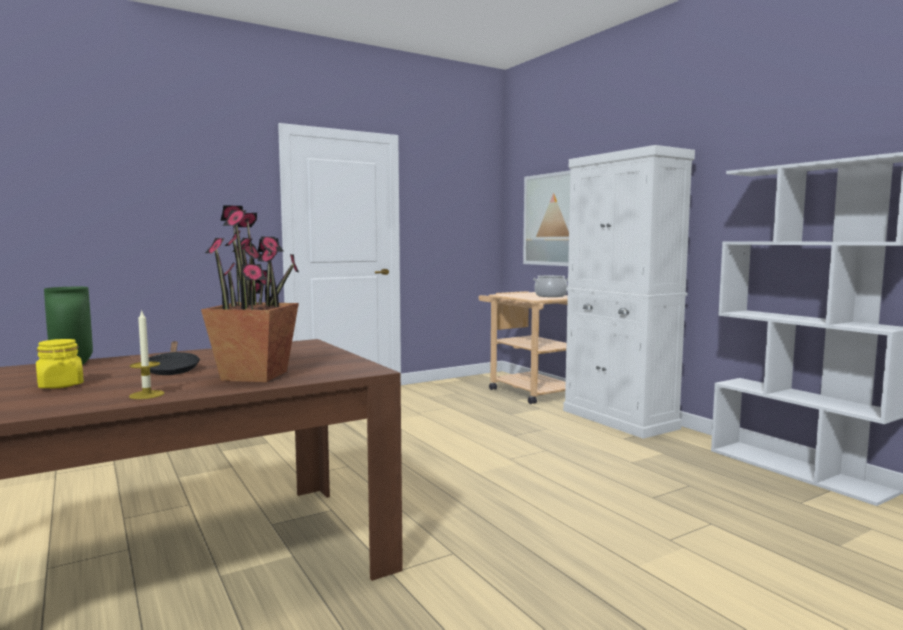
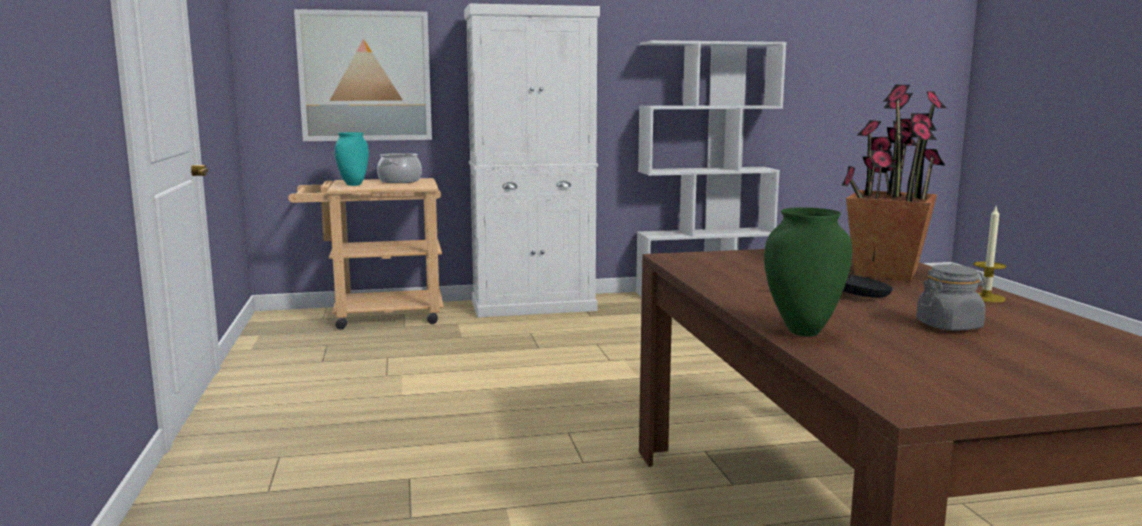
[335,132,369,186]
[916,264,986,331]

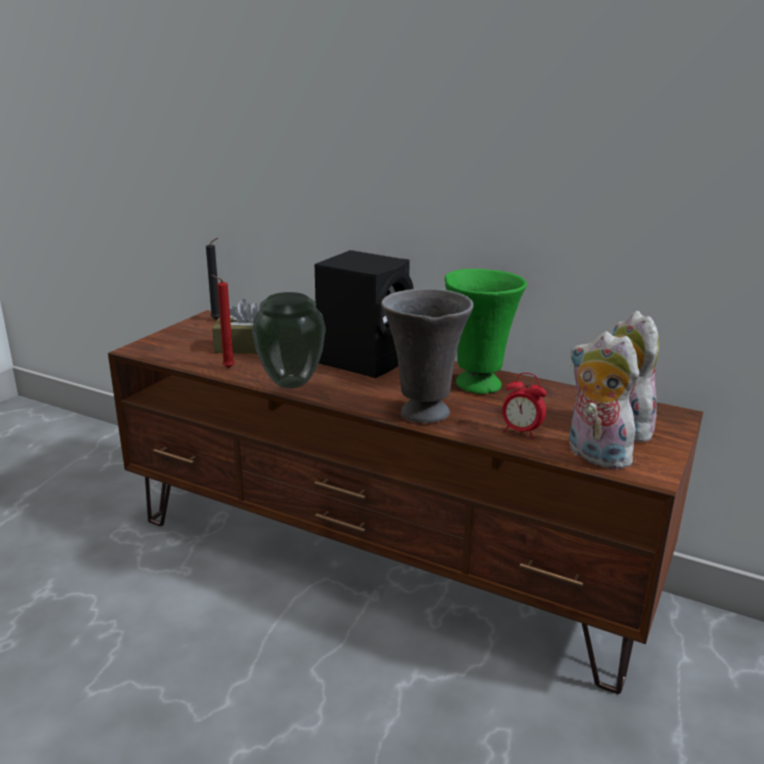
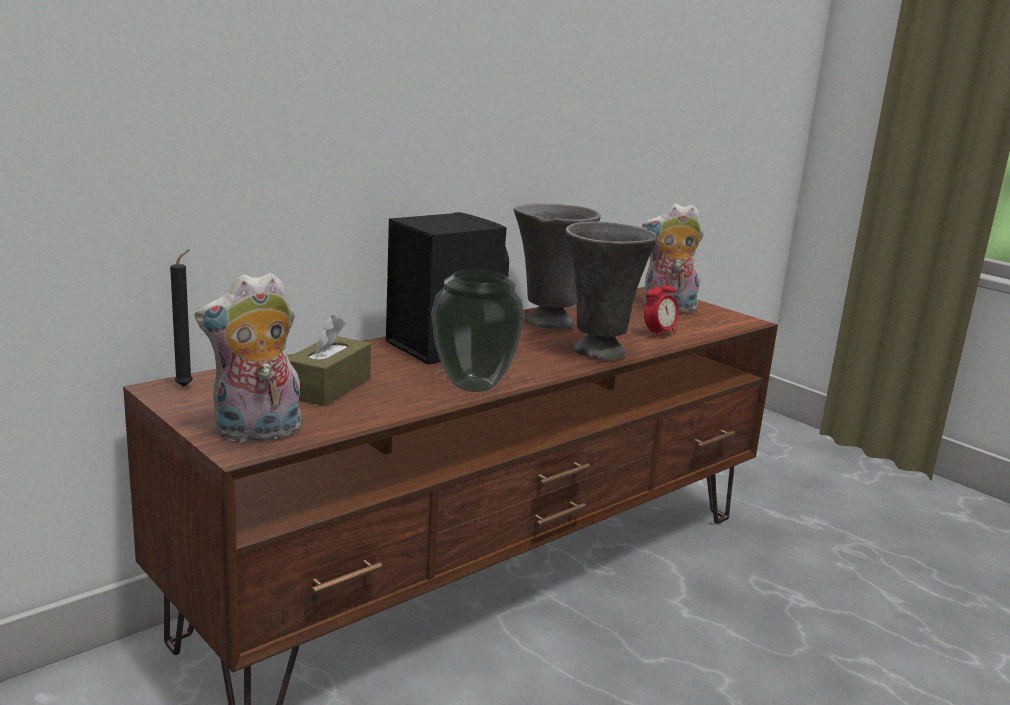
[195,272,301,443]
[514,203,601,329]
[211,275,235,368] (first image)

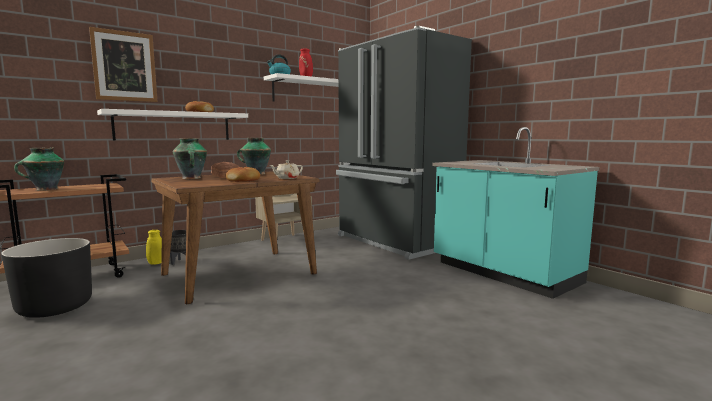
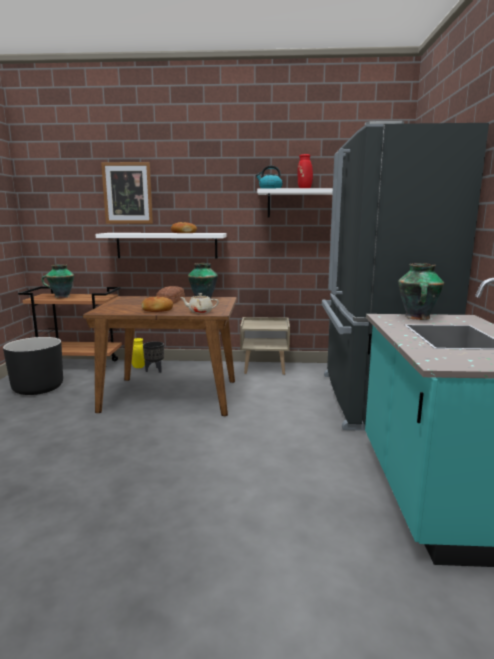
[398,263,444,320]

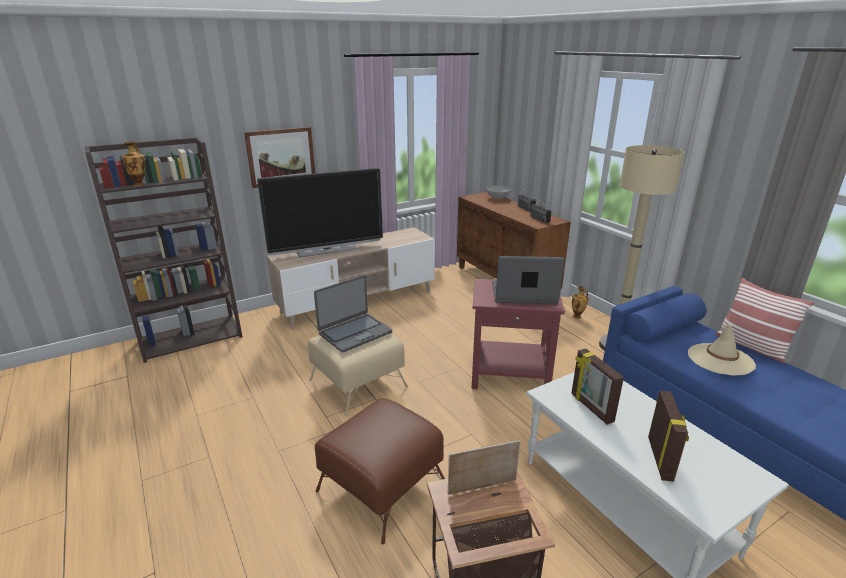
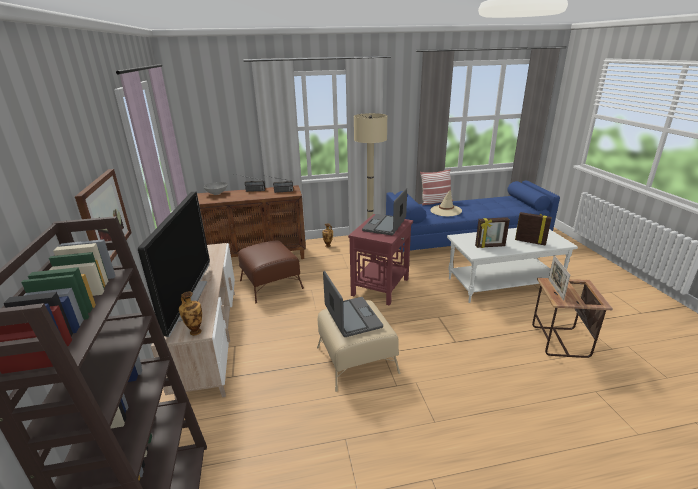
[179,291,202,335]
[238,241,304,304]

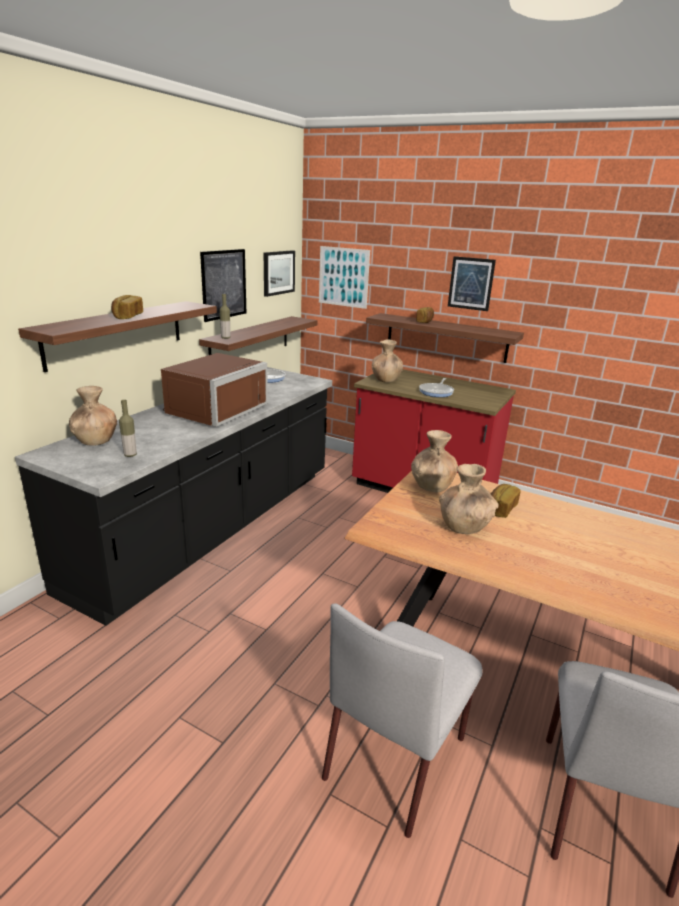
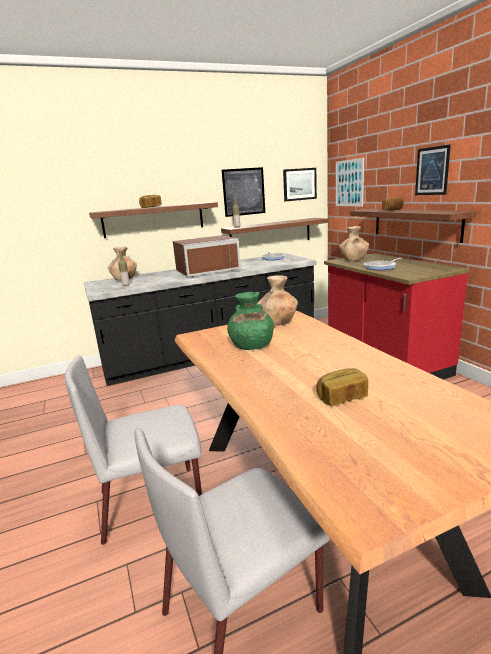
[227,292,274,350]
[316,368,368,406]

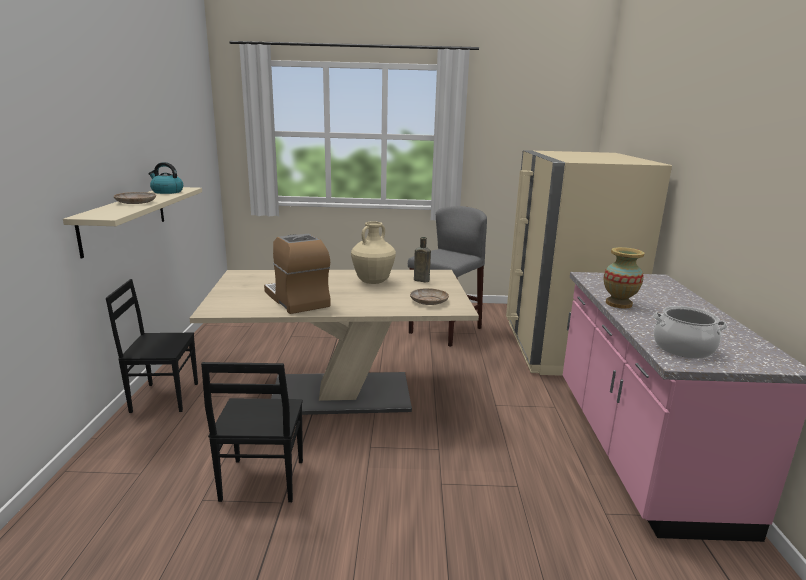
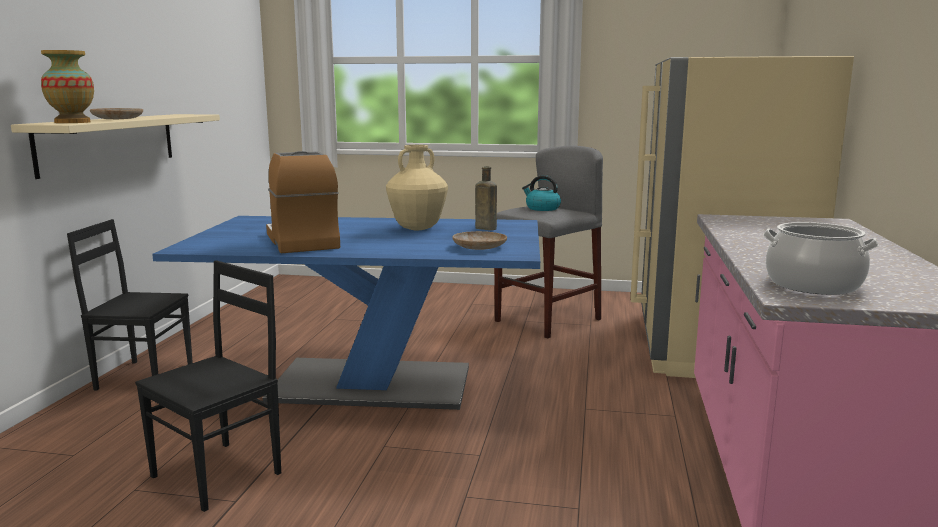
[41,50,94,123]
[135,260,281,512]
[152,216,540,410]
[522,175,561,211]

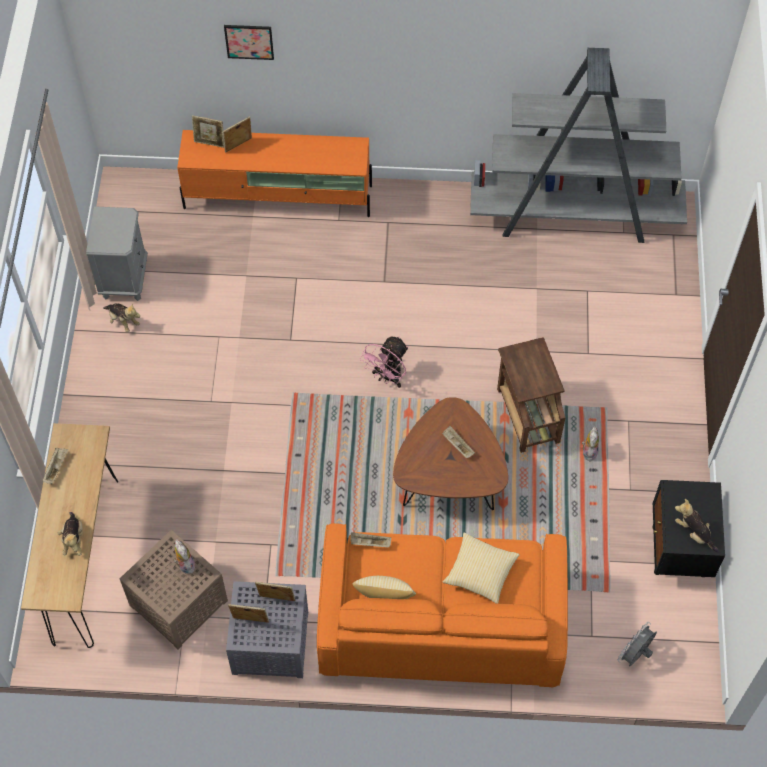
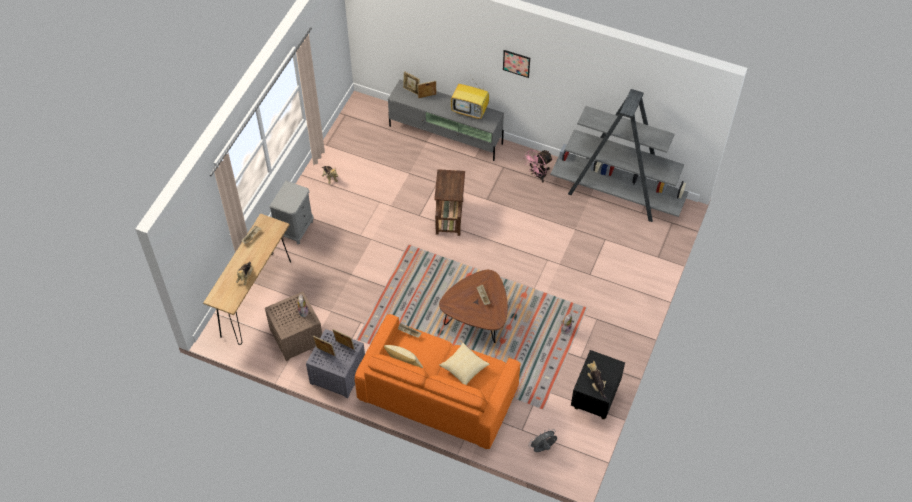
[270,181,314,245]
[388,80,504,161]
[434,169,465,236]
[451,77,489,119]
[503,50,530,78]
[523,150,553,182]

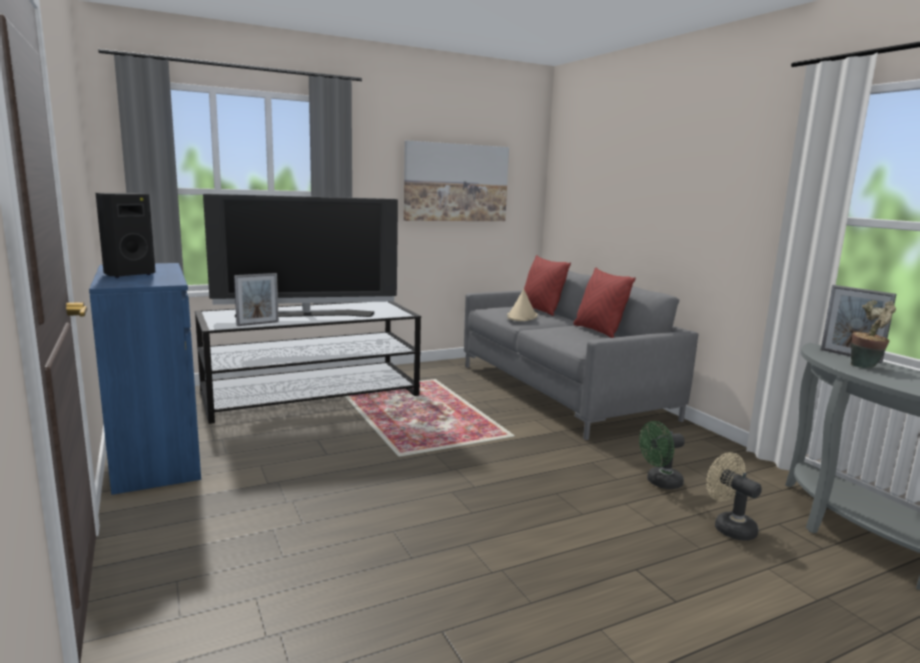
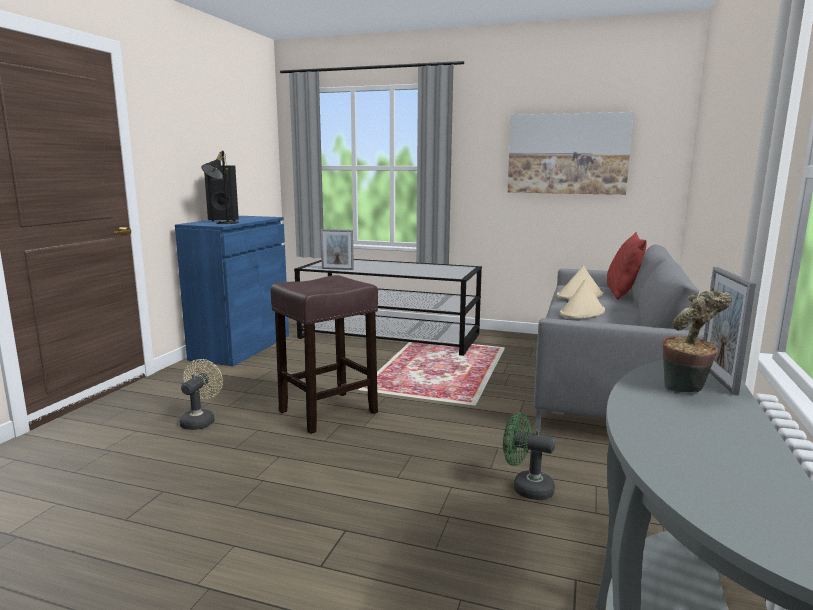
[180,359,223,430]
[201,151,239,224]
[270,275,378,434]
[560,279,605,318]
[203,194,398,317] (first image)
[573,268,636,338] (first image)

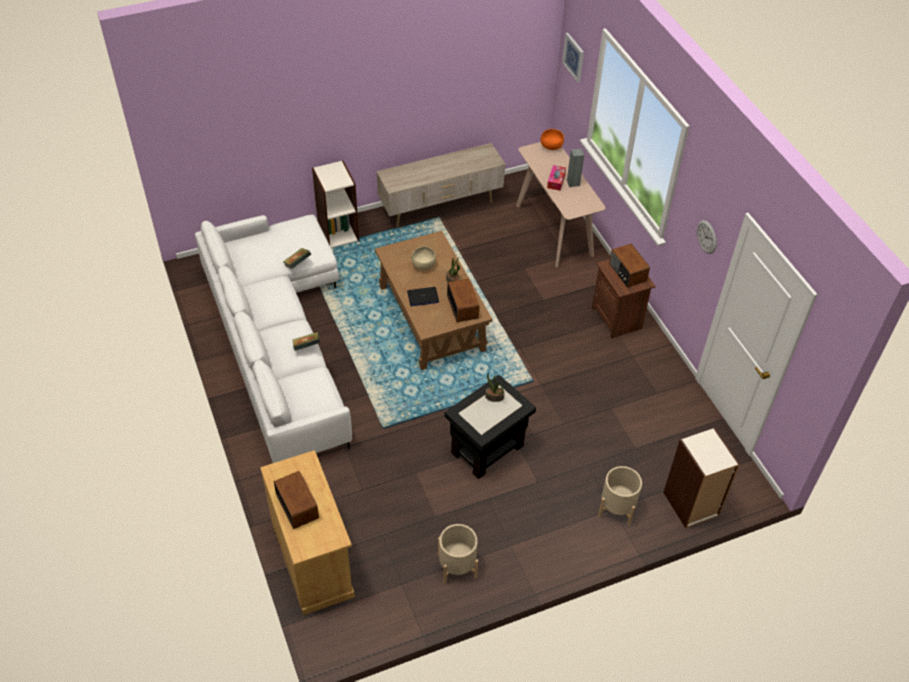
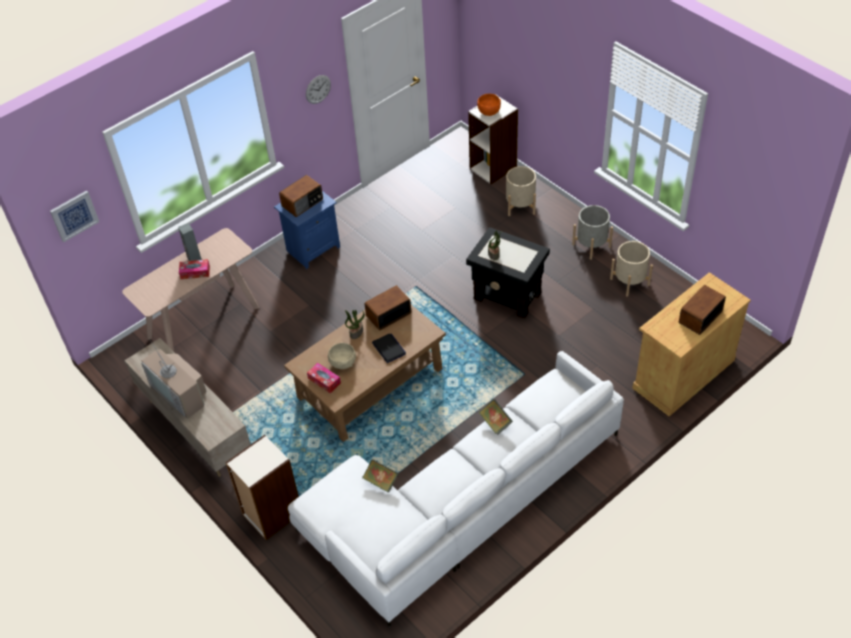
[141,342,207,419]
[274,191,340,269]
[307,363,341,393]
[477,94,501,116]
[572,205,613,260]

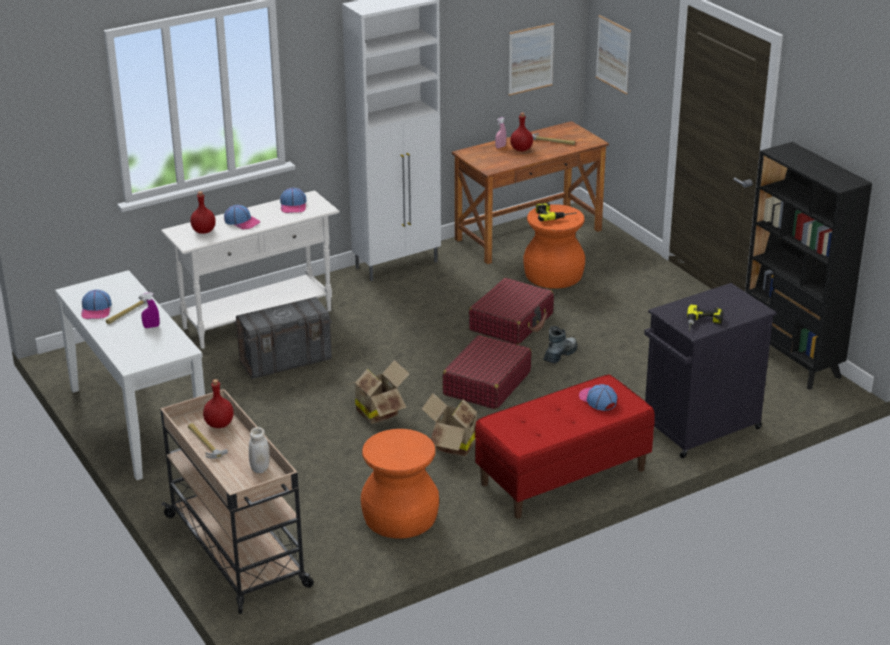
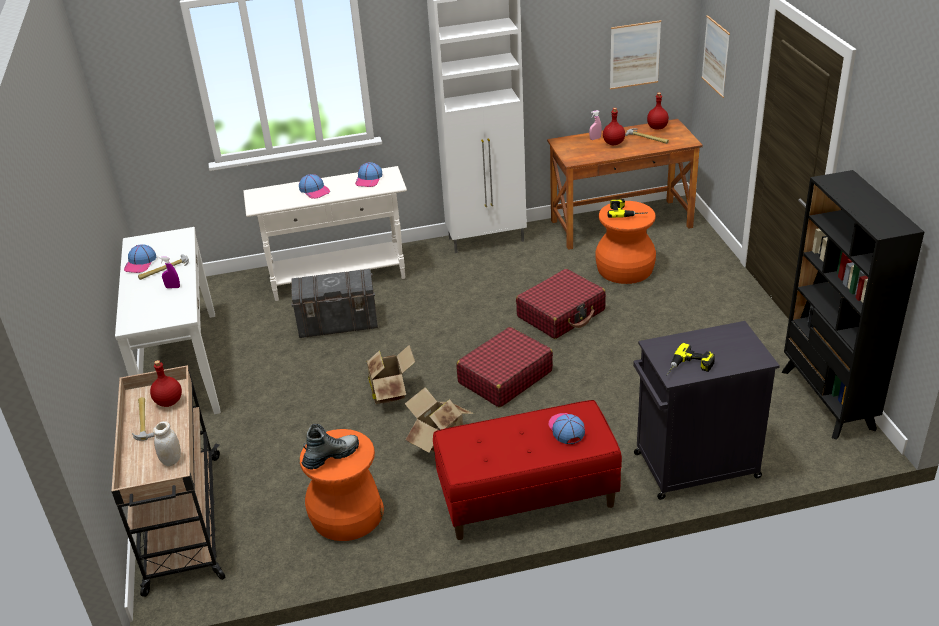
[302,424,359,470]
[647,93,669,129]

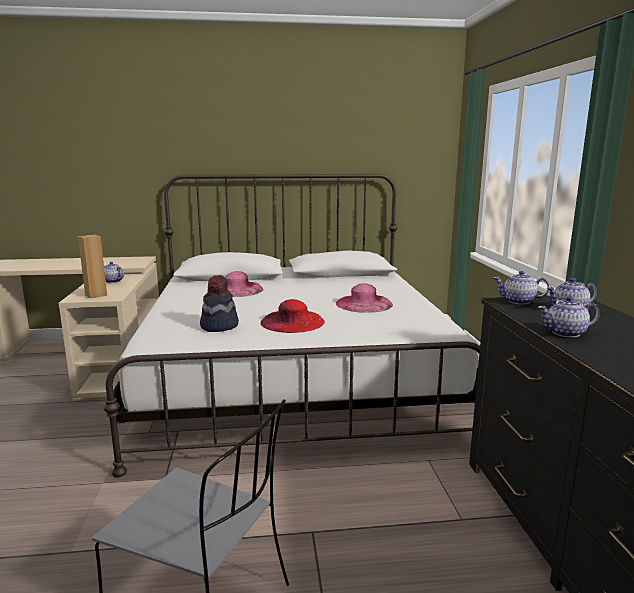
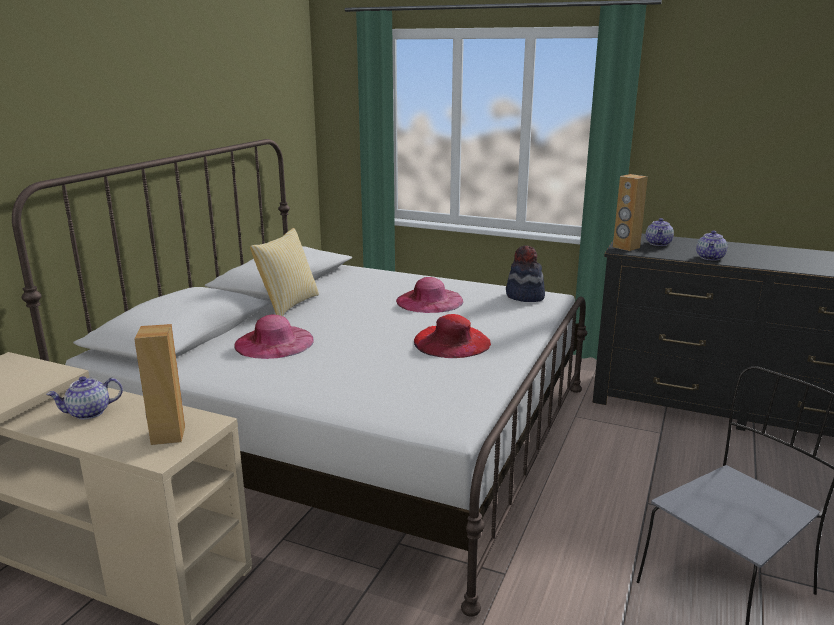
[250,228,319,316]
[506,245,545,302]
[613,174,648,251]

